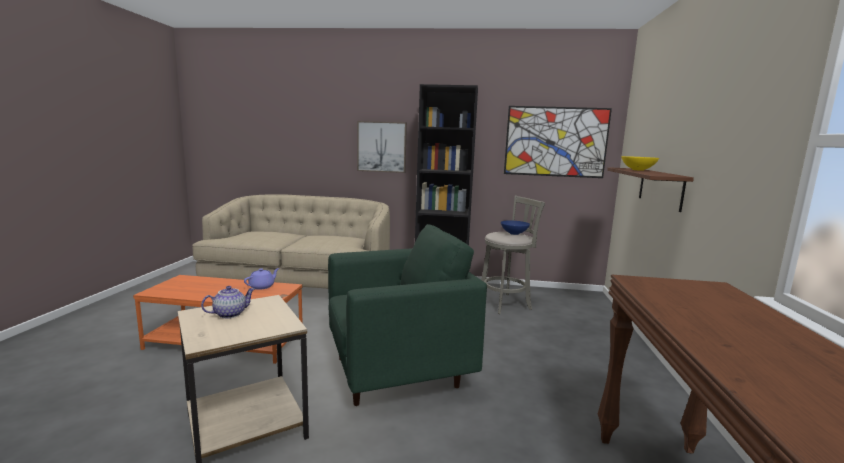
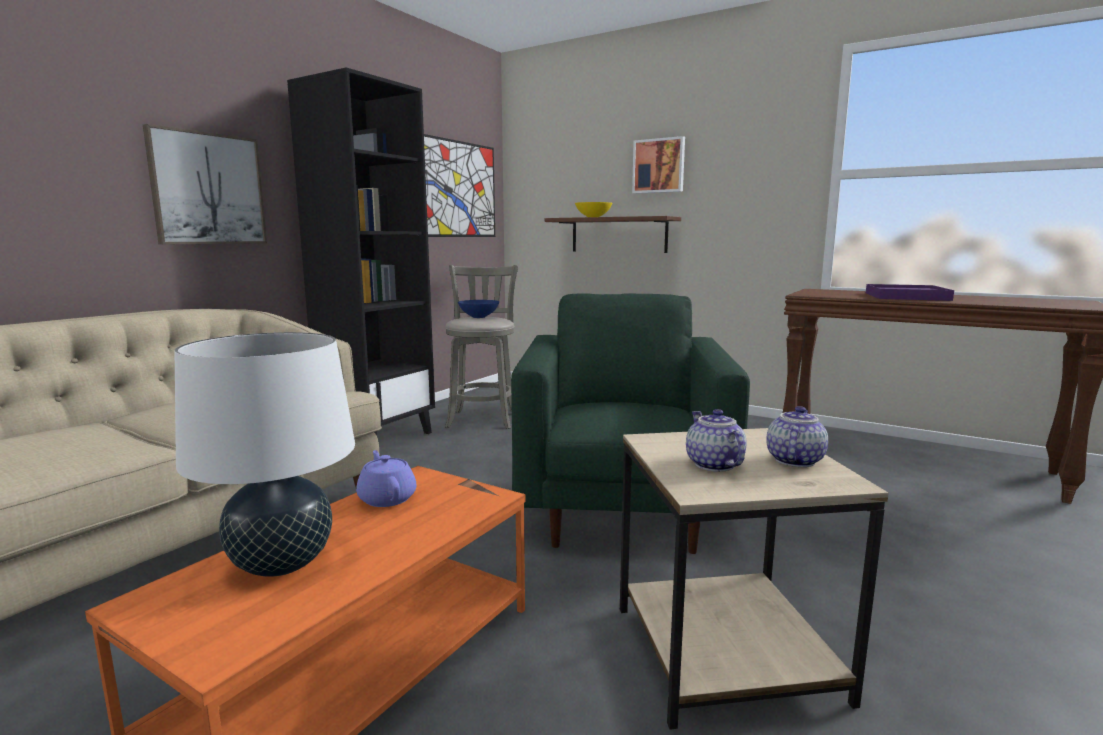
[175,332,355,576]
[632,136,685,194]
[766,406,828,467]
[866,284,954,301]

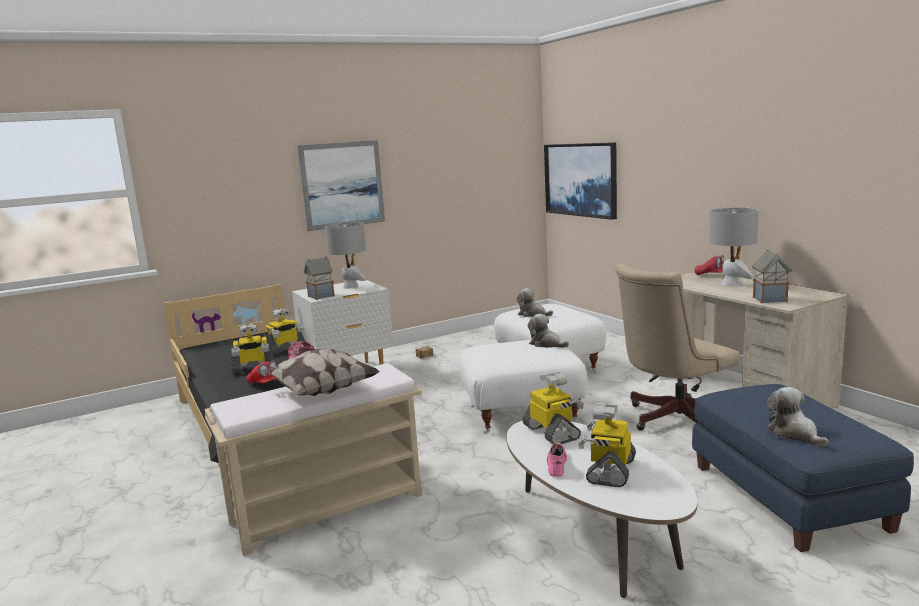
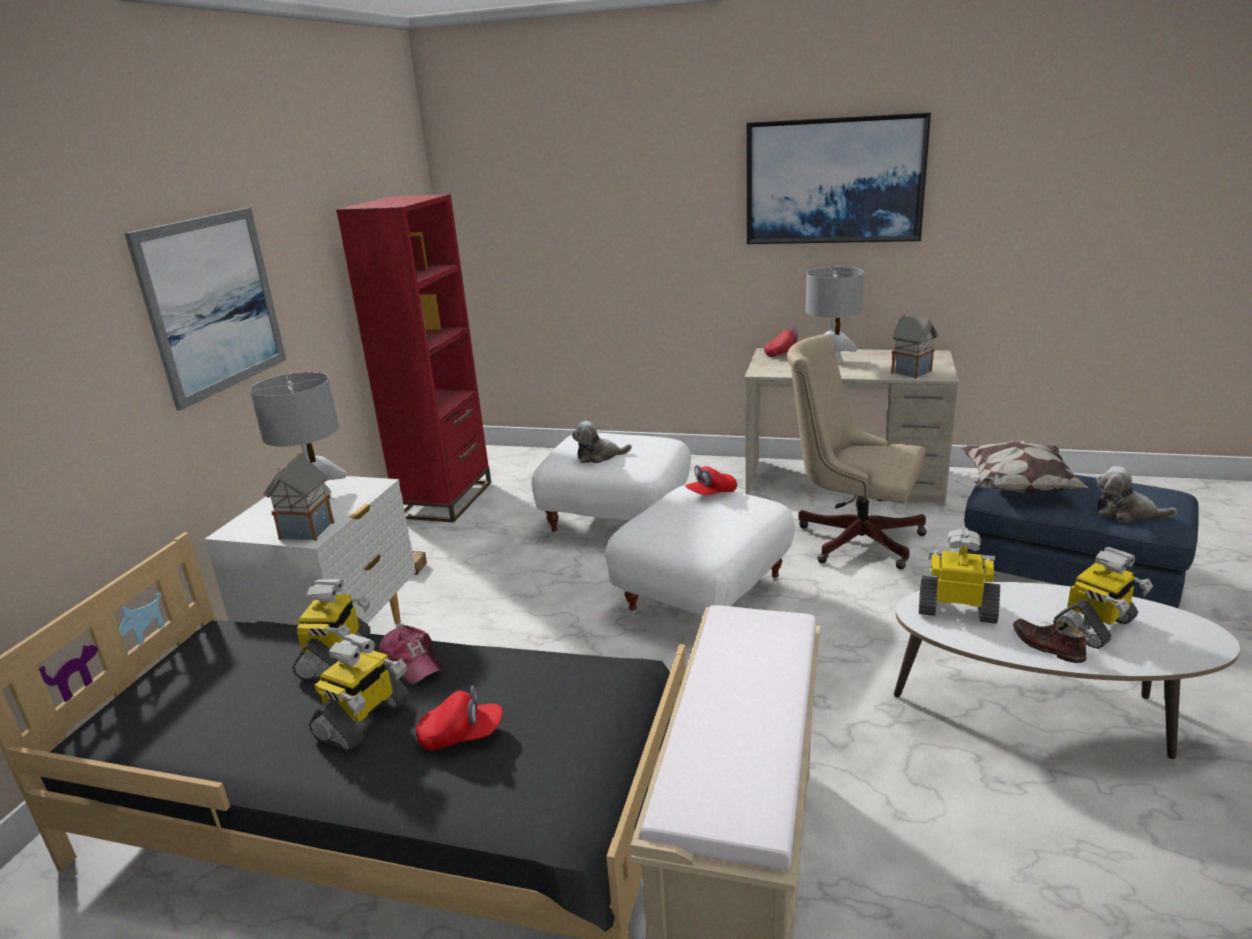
[336,194,491,523]
[685,465,737,495]
[747,112,931,244]
[787,334,927,569]
[961,440,1089,492]
[1013,619,1086,663]
[1053,547,1153,649]

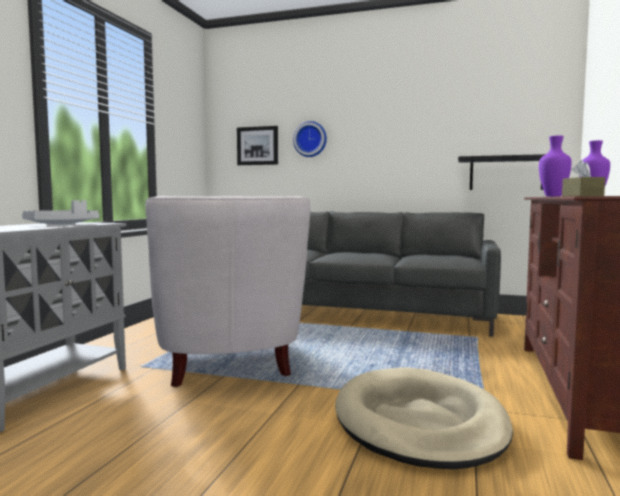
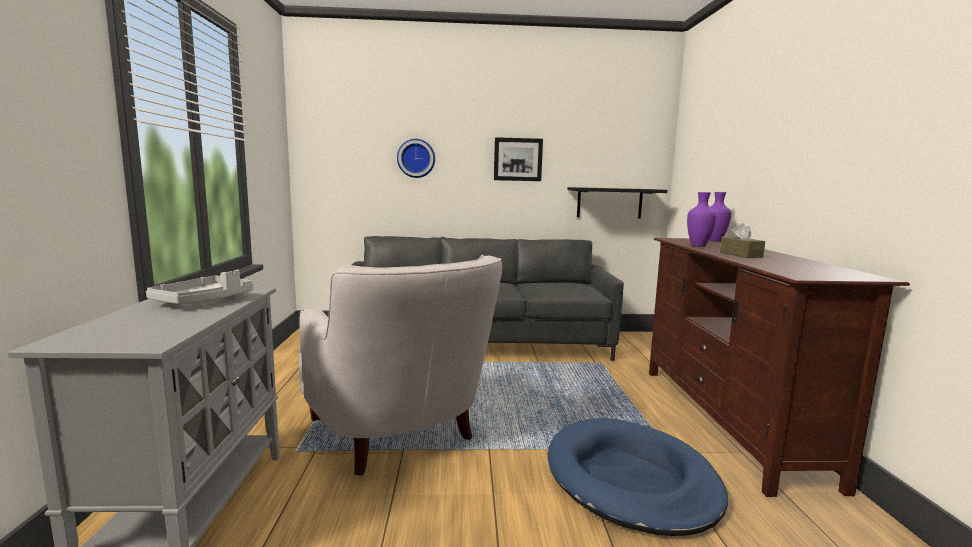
[494,137,543,181]
[548,418,728,536]

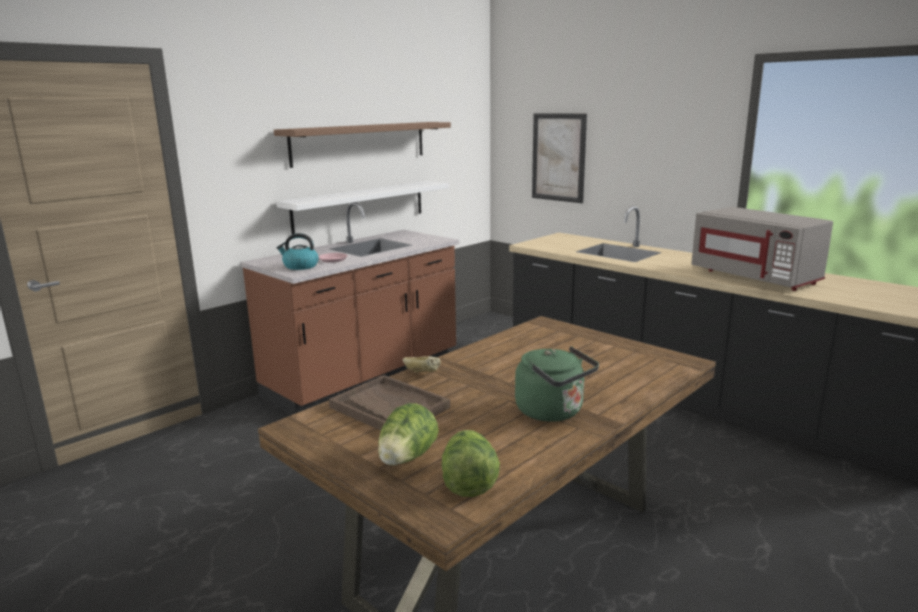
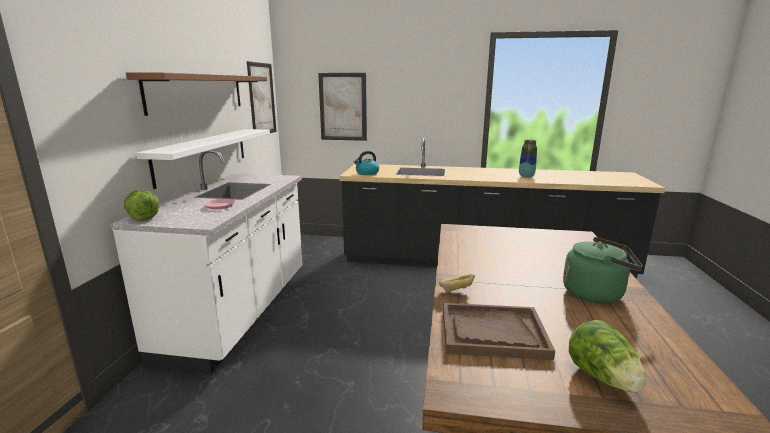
[110,150,302,374]
[124,190,160,221]
[247,61,277,133]
[354,151,379,175]
[519,140,537,178]

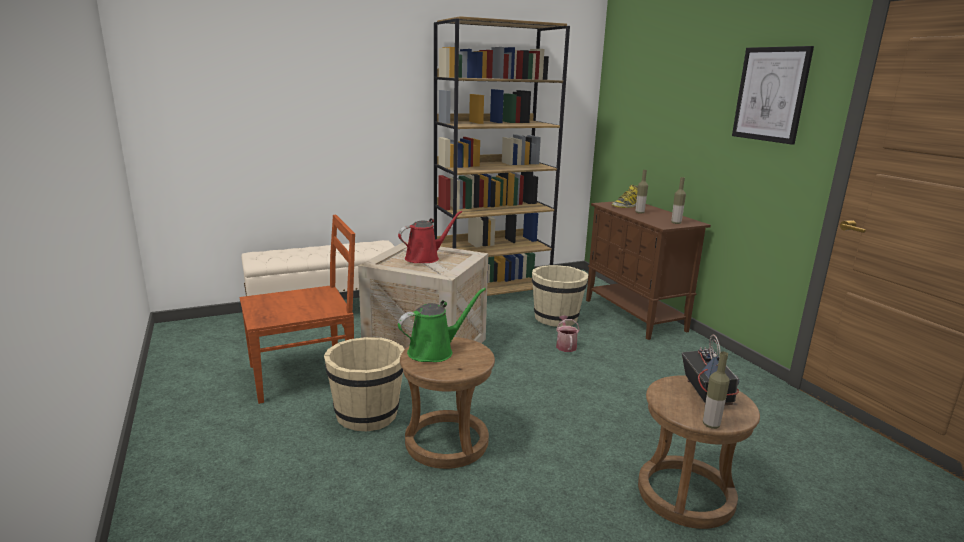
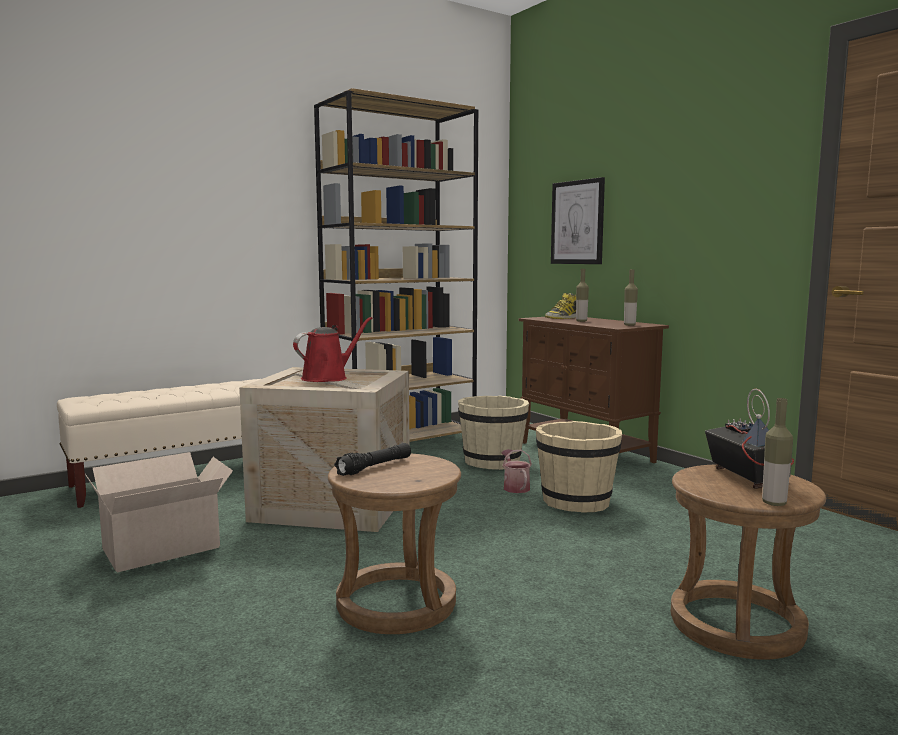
[85,452,233,573]
[334,443,411,476]
[536,421,622,513]
[551,177,605,264]

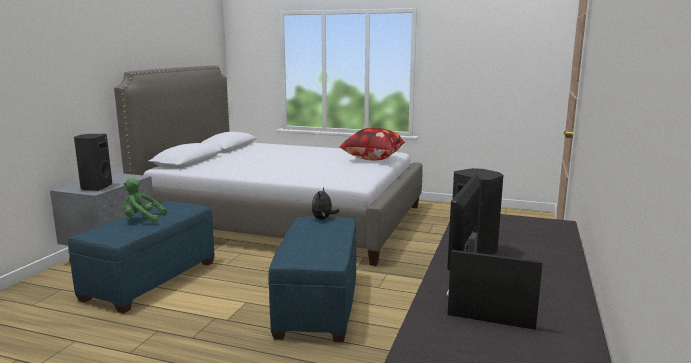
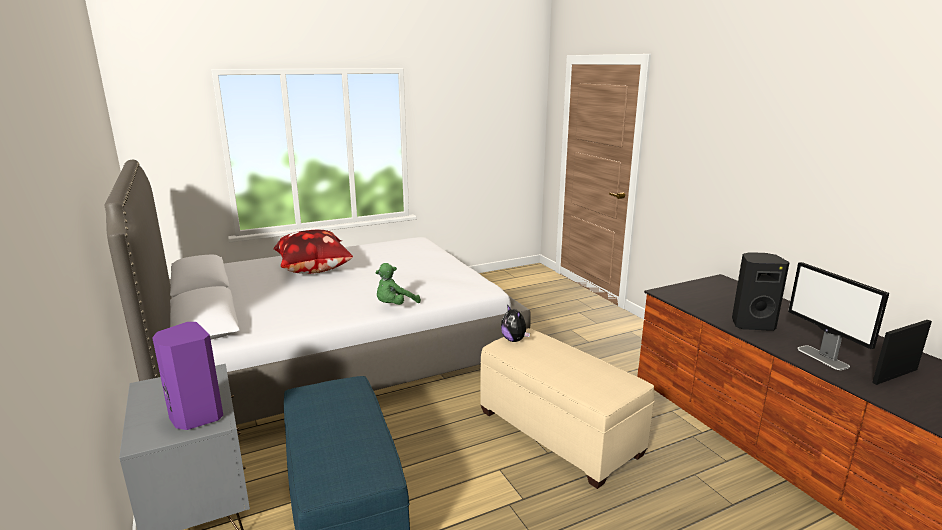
[152,322,223,430]
[273,230,353,274]
[375,263,421,305]
[480,328,654,489]

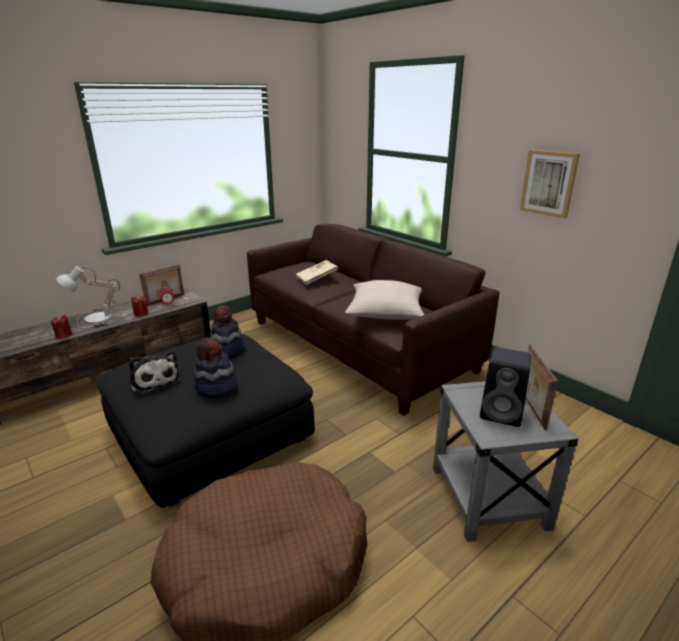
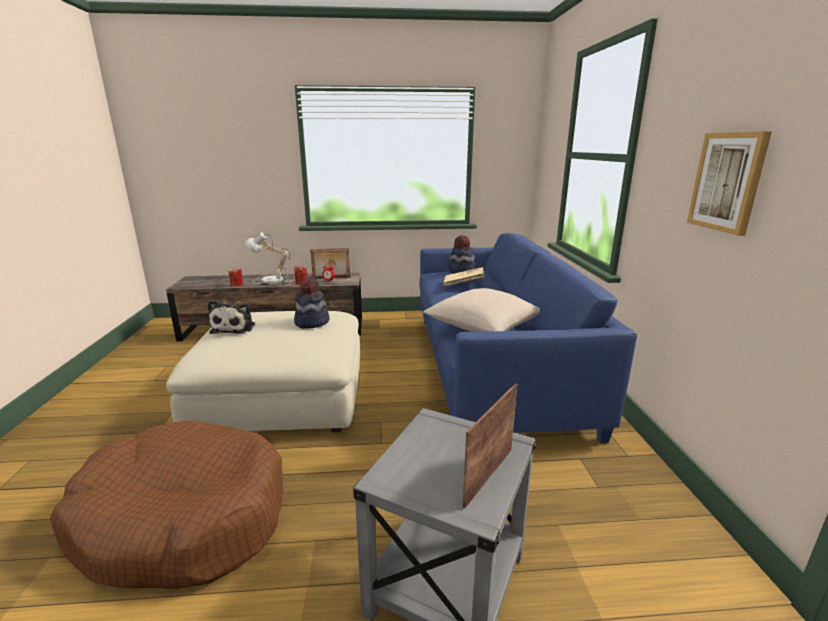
[166,311,360,432]
[419,233,637,443]
[449,235,476,273]
[480,347,531,427] (first image)

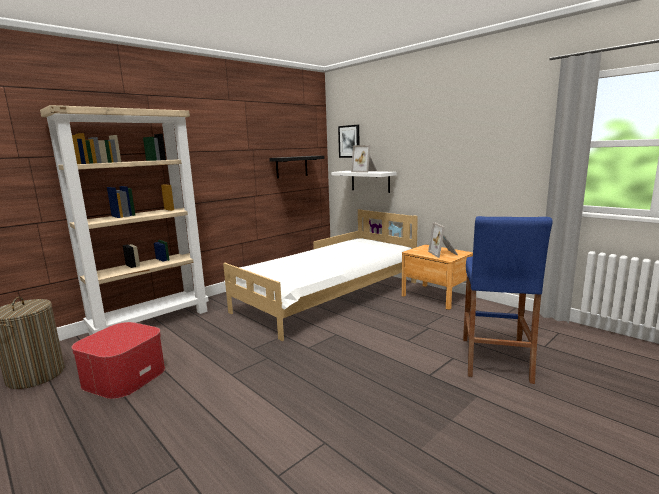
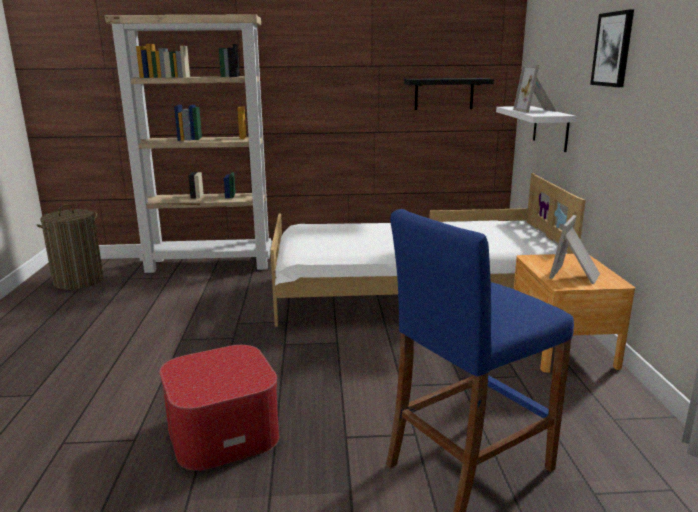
[160,345,279,471]
[590,10,634,87]

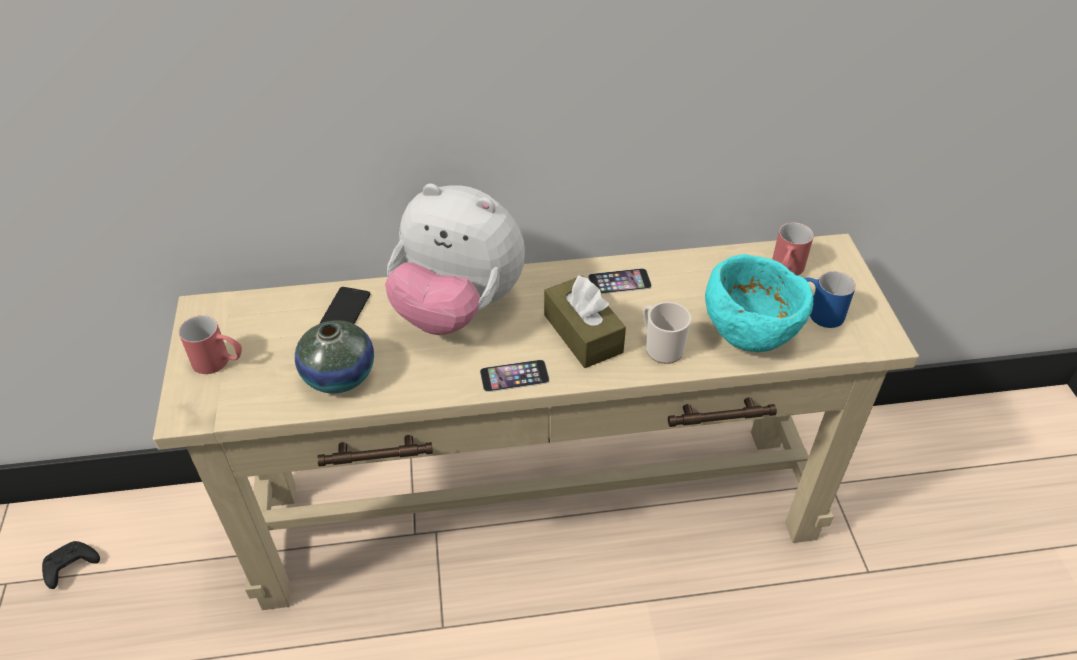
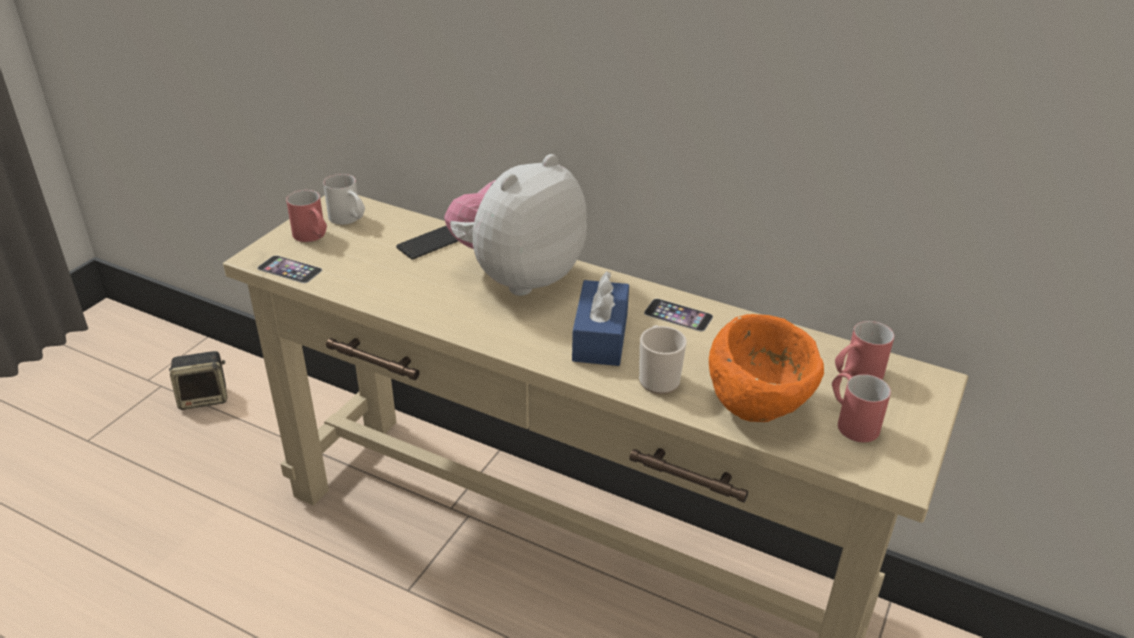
[169,351,227,410]
[257,255,322,283]
[323,174,365,225]
[444,154,587,296]
[572,271,629,366]
[709,314,824,422]
[832,373,891,442]
[295,320,374,394] (first image)

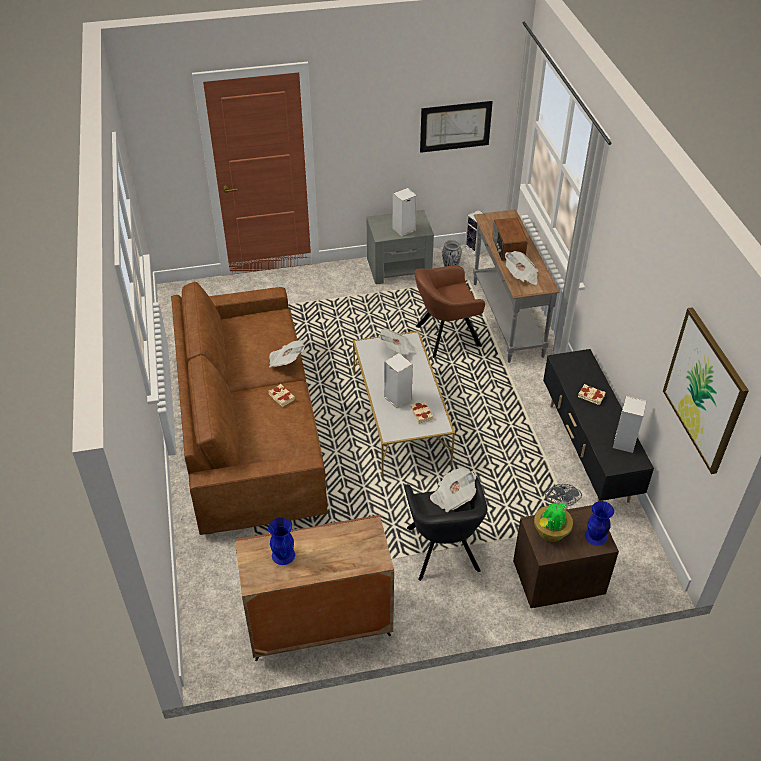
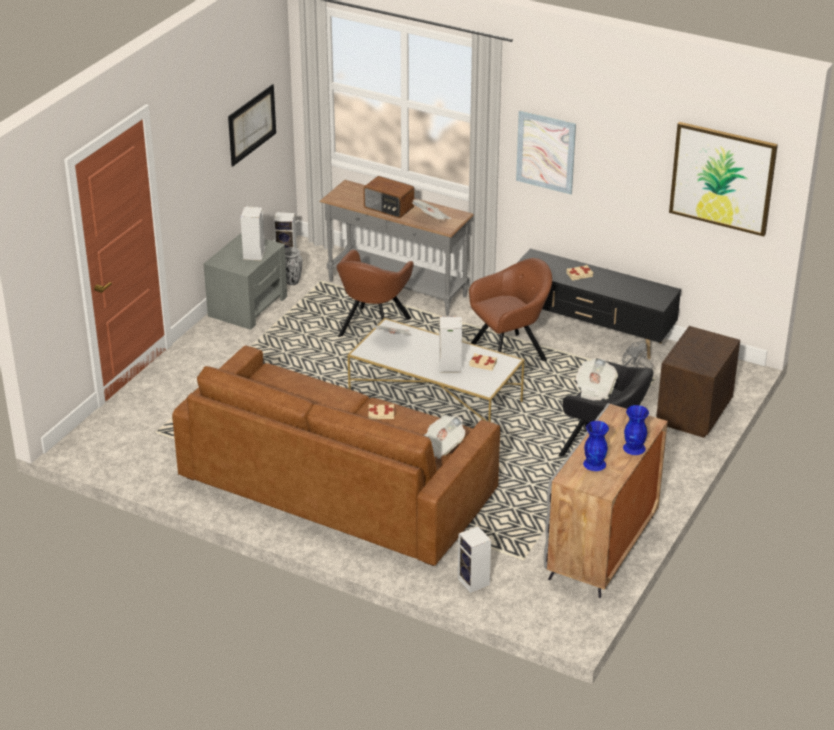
[424,415,465,459]
[458,526,491,593]
[469,258,552,361]
[516,111,576,194]
[544,403,668,598]
[623,405,649,455]
[534,503,573,542] (first image)

